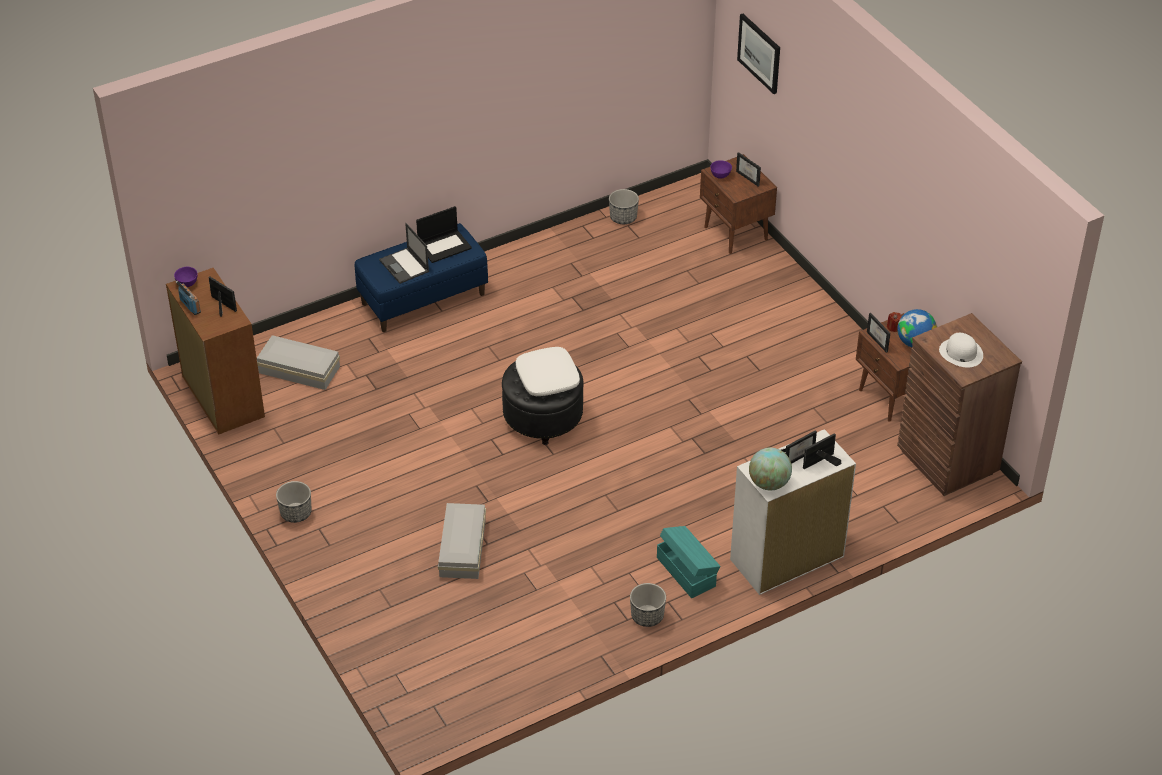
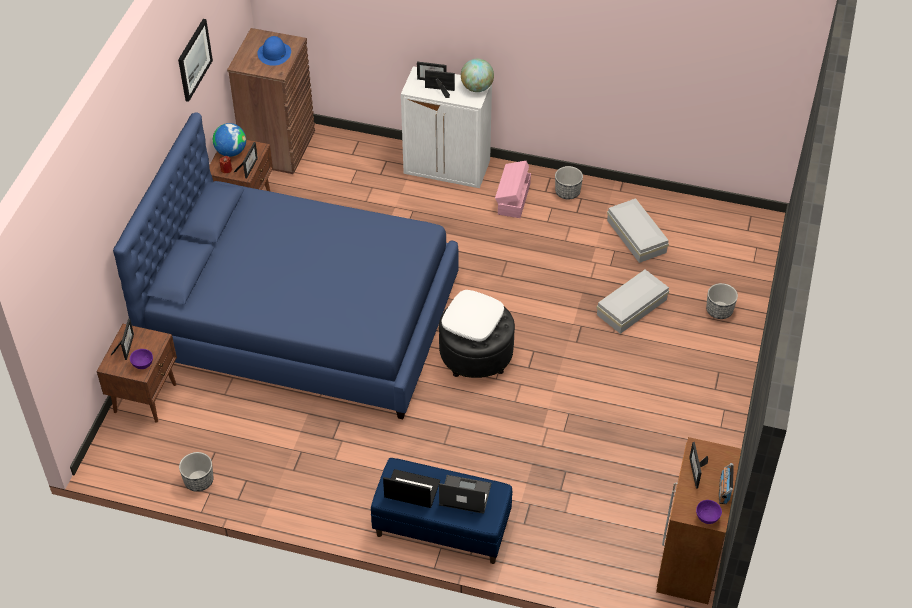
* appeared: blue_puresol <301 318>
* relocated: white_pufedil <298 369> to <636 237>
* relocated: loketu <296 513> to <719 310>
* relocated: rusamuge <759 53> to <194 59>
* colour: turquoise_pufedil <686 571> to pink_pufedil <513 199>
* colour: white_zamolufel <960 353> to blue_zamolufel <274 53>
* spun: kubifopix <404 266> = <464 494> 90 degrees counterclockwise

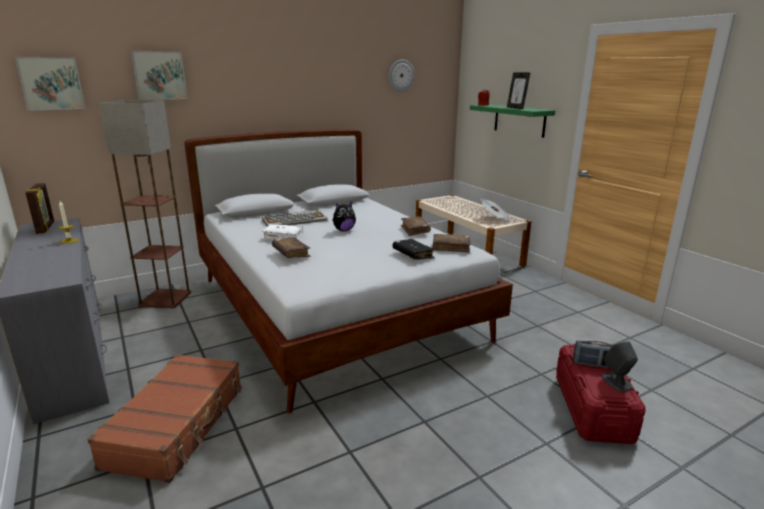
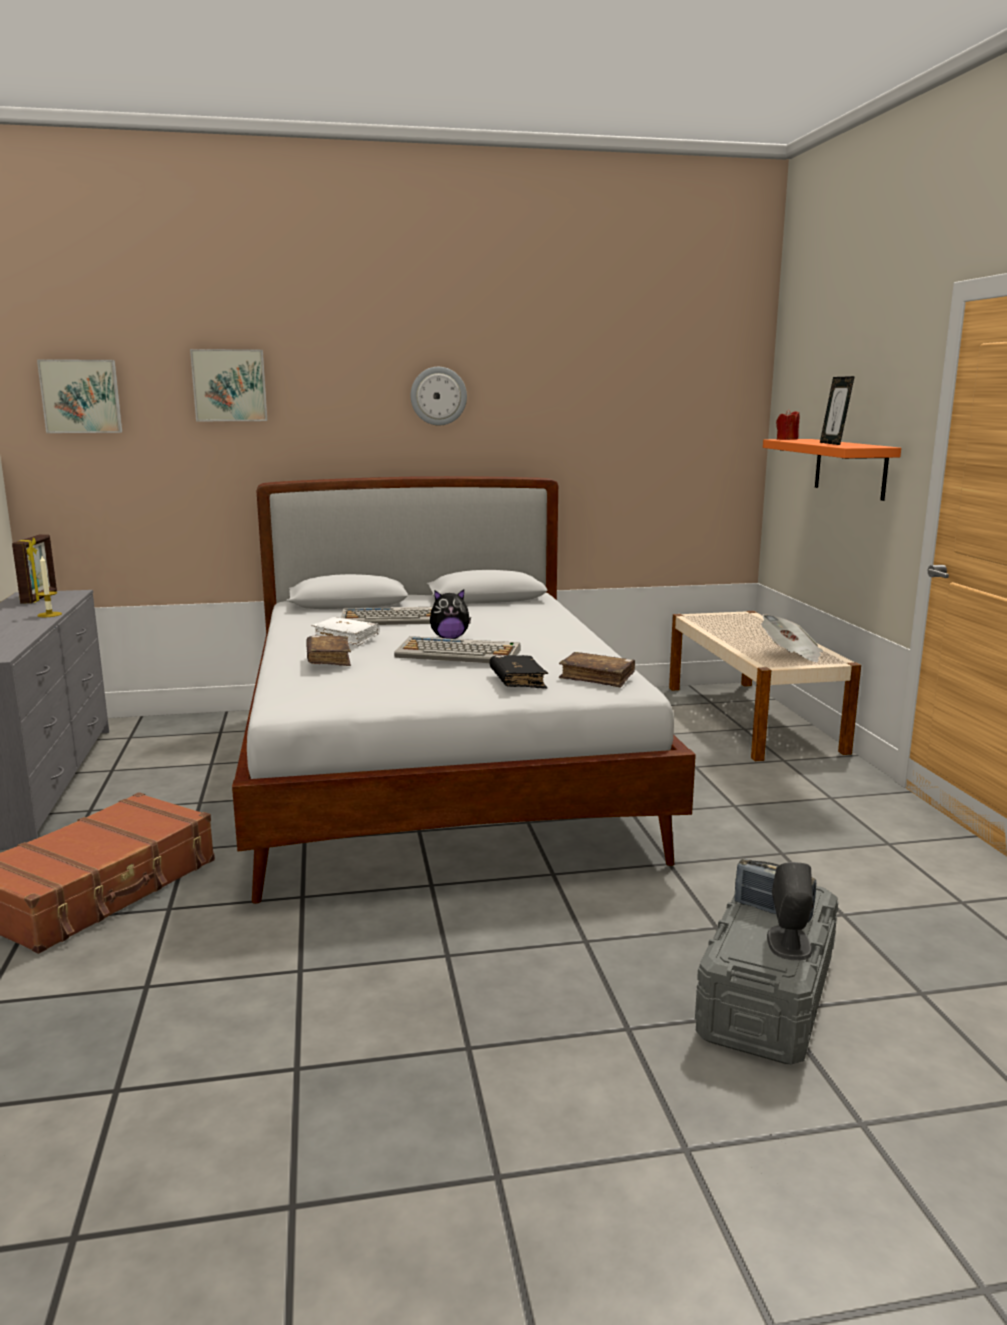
* missing: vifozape <166 299>
* missing: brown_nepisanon <415 230>
* appeared: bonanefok <459 653>
* relocated: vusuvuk <401 75> to <438 396>
* colour: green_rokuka <519 120> to orange_rokuka <850 468>
* colour: red_pufedil <592 408> to grey_pufedil <767 997>

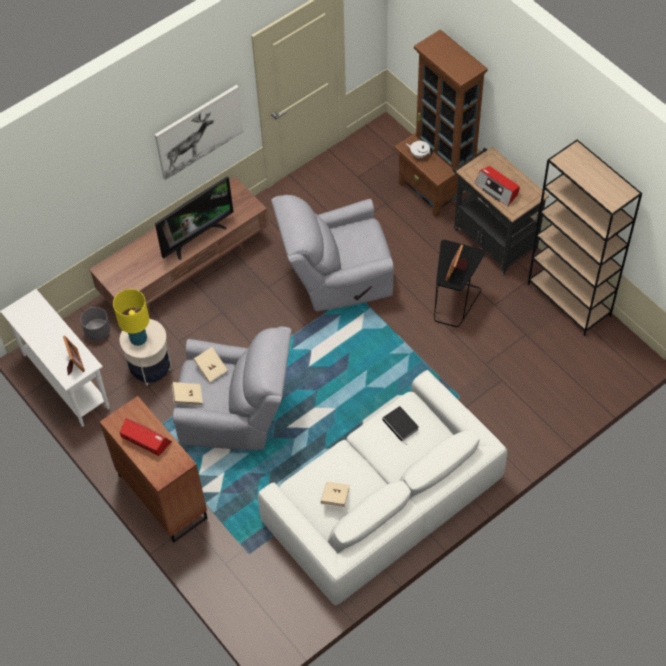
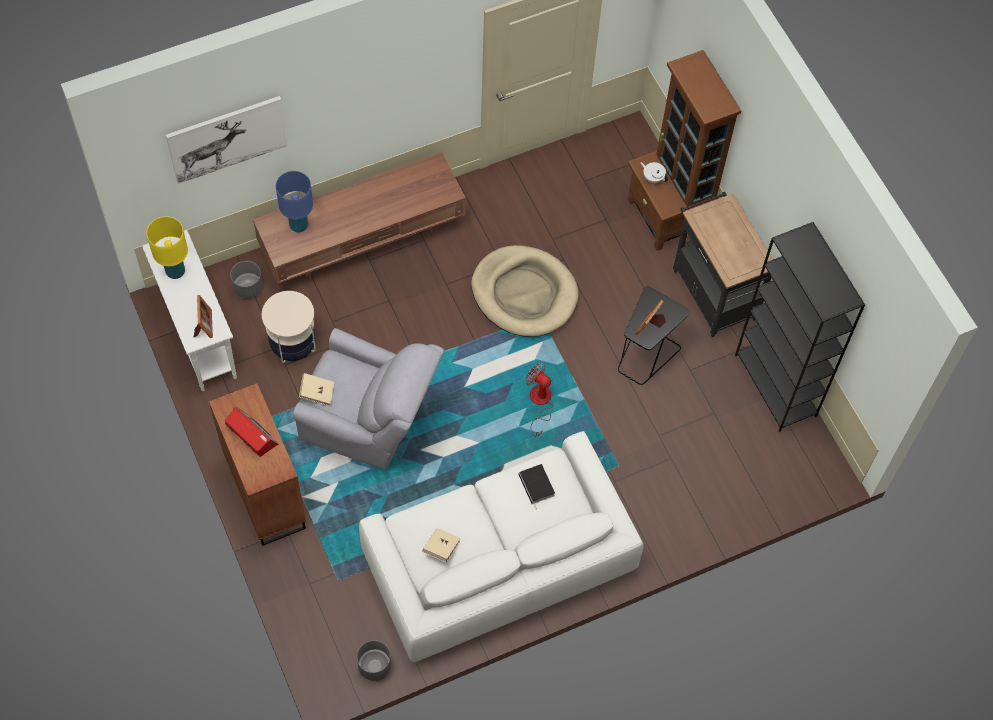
* missing: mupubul <196 237>
* missing: beige_nepisanon <211 368>
* missing: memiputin <497 189>
* appeared: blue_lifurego <299 225>
* appeared: grey_loketu <374 666>
* appeared: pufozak <539 403>
* relocated: yellow_lifurego <138 339> to <175 271>
* relocated: rusamuge <199 131> to <227 138>
* exchanged: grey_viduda <336 278> to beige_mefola <524 294>
* colour: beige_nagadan <569 300> to black_nagadan <776 386>

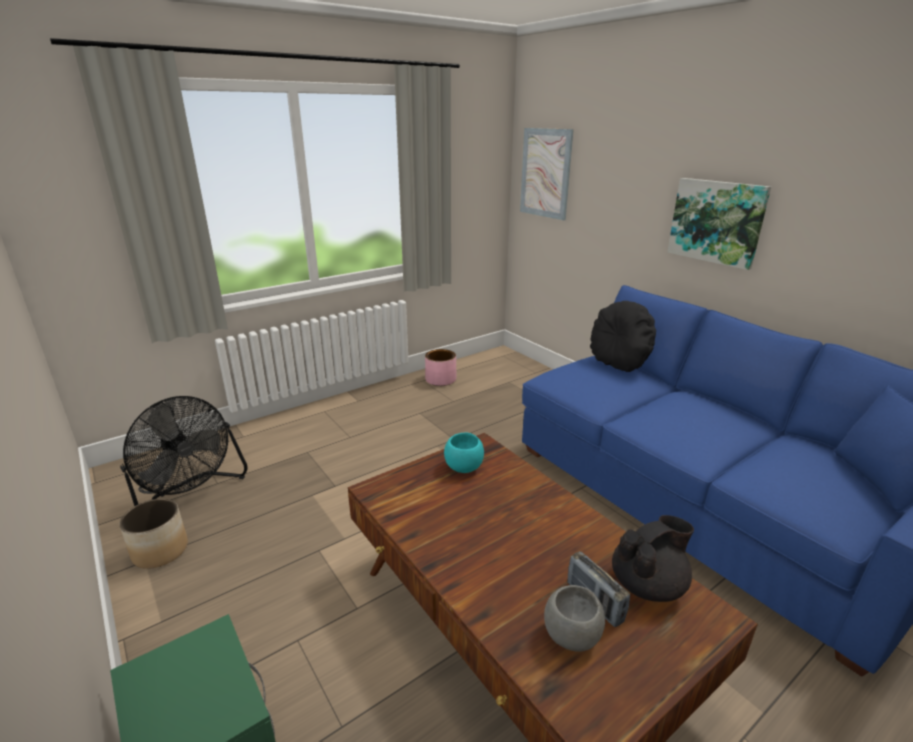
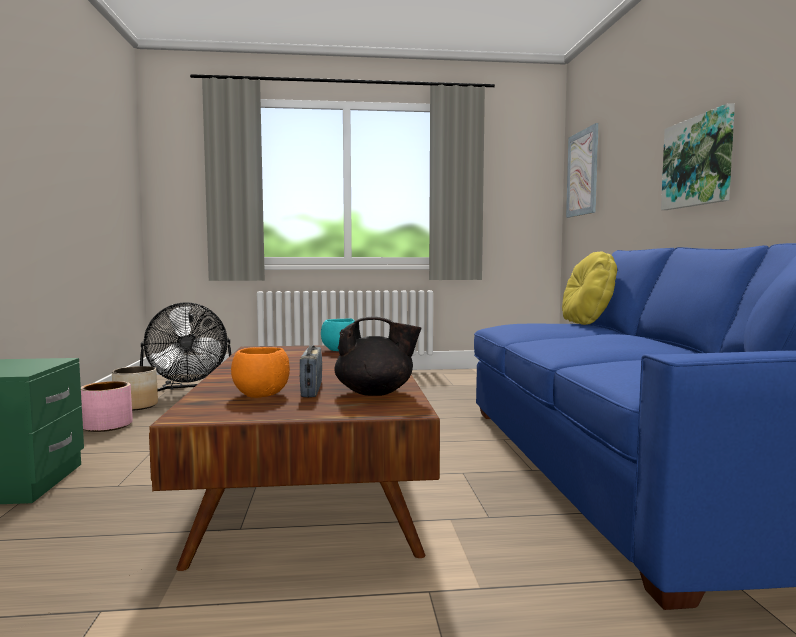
* relocated: pink_loketu <440 380> to <107 426>
* colour: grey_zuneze <570 636> to orange_zuneze <260 395>
* colour: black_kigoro <618 364> to yellow_kigoro <587 324>

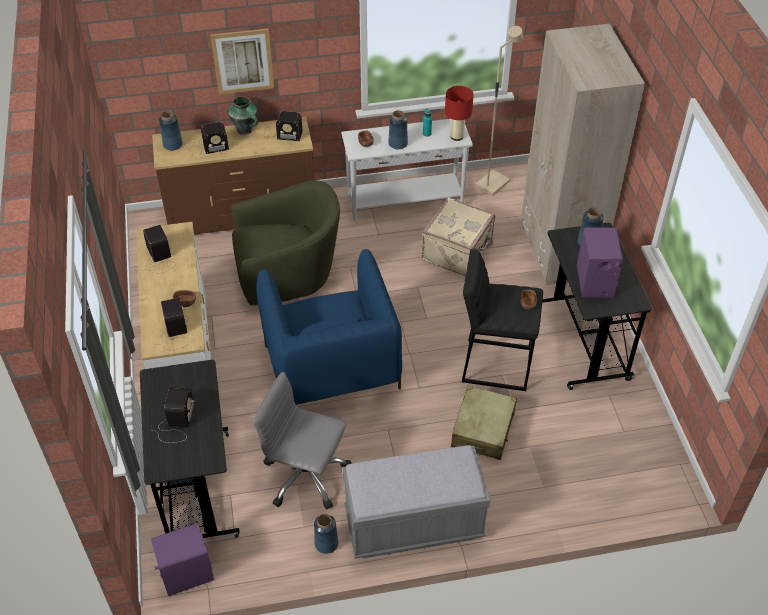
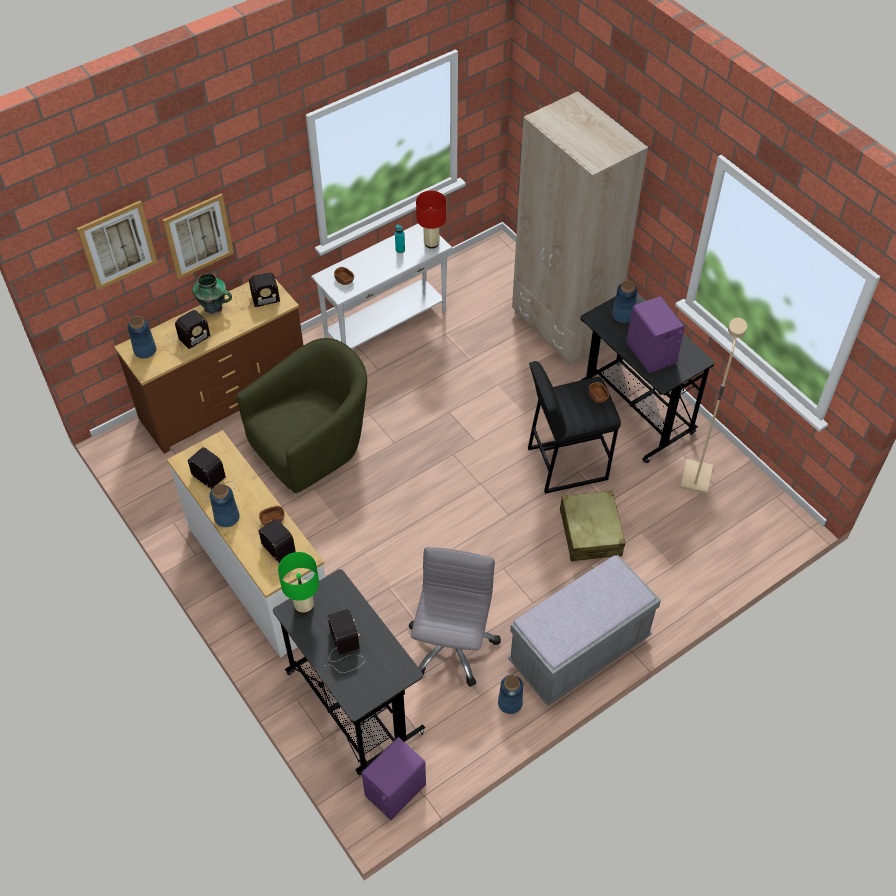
* missing: blue_viduda <331 366>
* missing: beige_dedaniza <458 252>
* appeared: rusamuge <117 245>
* appeared: green_lifurego <304 606>
* relocated: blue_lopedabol <398 144> to <227 517>
* relocated: beige_vifozape <492 183> to <695 477>
* spun: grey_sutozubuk <305 475> = <451 645> 105 degrees clockwise

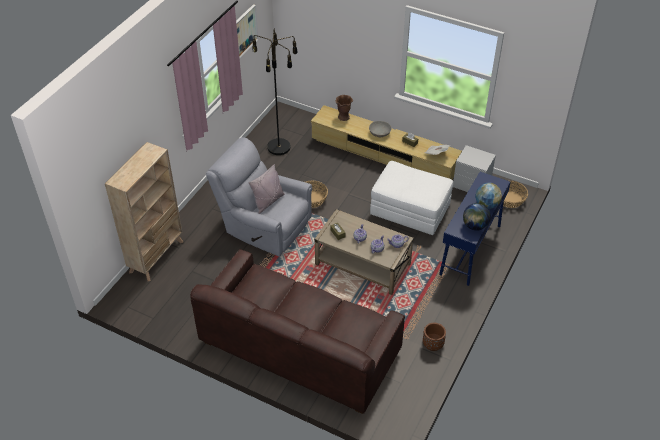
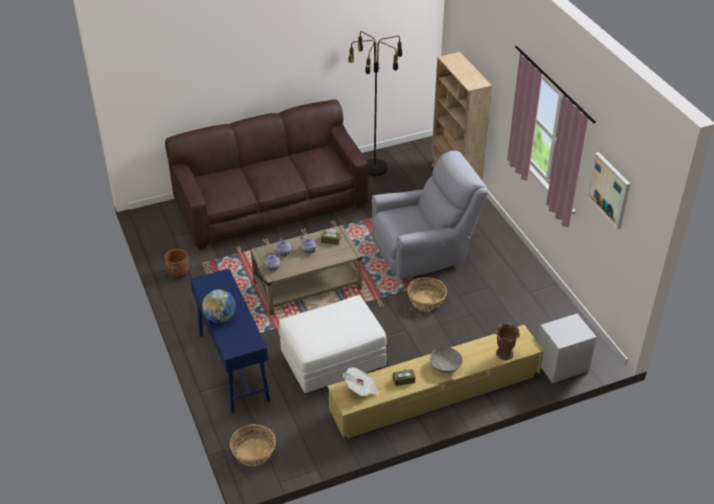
* missing: purple_kigoro <268 202>
* missing: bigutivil <475 226>
* relocated: vifozape <279 147> to <374 168>
* relocated: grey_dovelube <471 184> to <561 365>

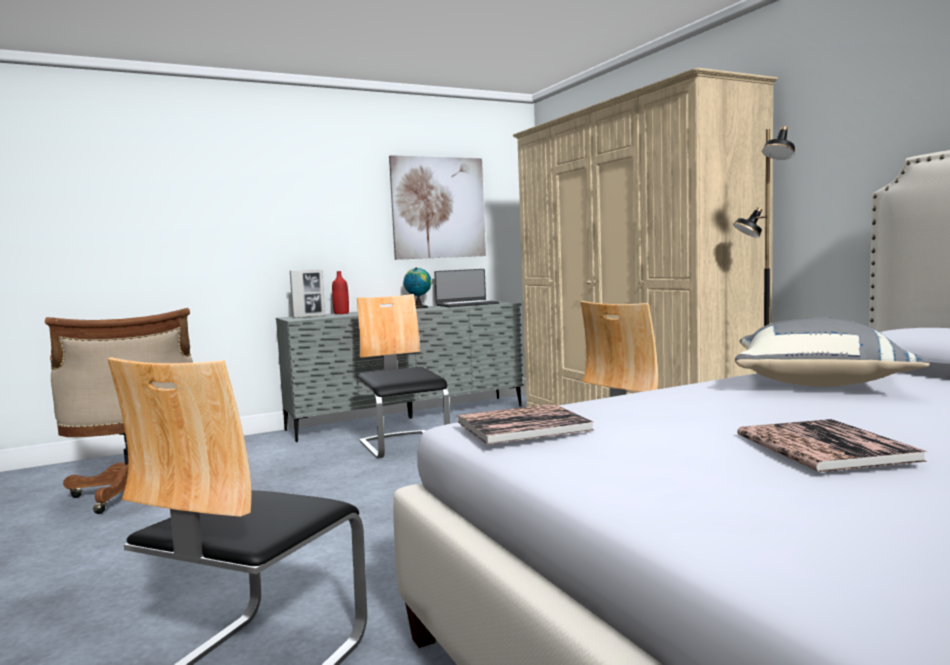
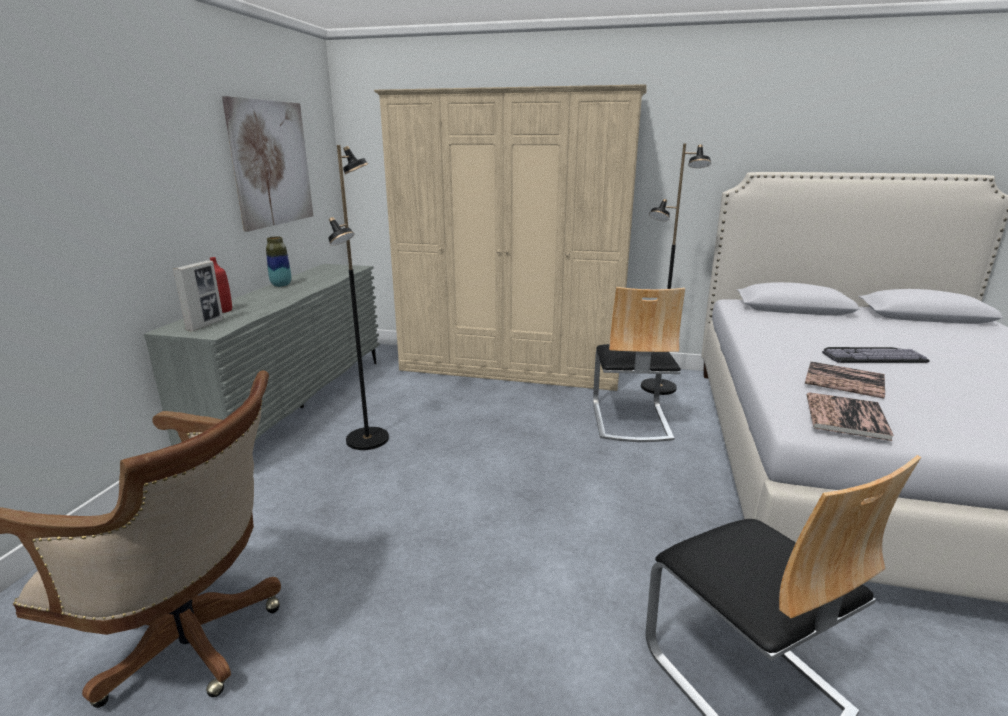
* missing: kubifopix <467 304>
* missing: grey_kigoro <819 383>
* appeared: bonanefok <871 355>
* relocated: nepisanon <824 447> to <844 381>
* exchanged: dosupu <404 445> to black_vifozape <368 439>
* exchanged: bigutivil <418 307> to lopedabol <281 285>

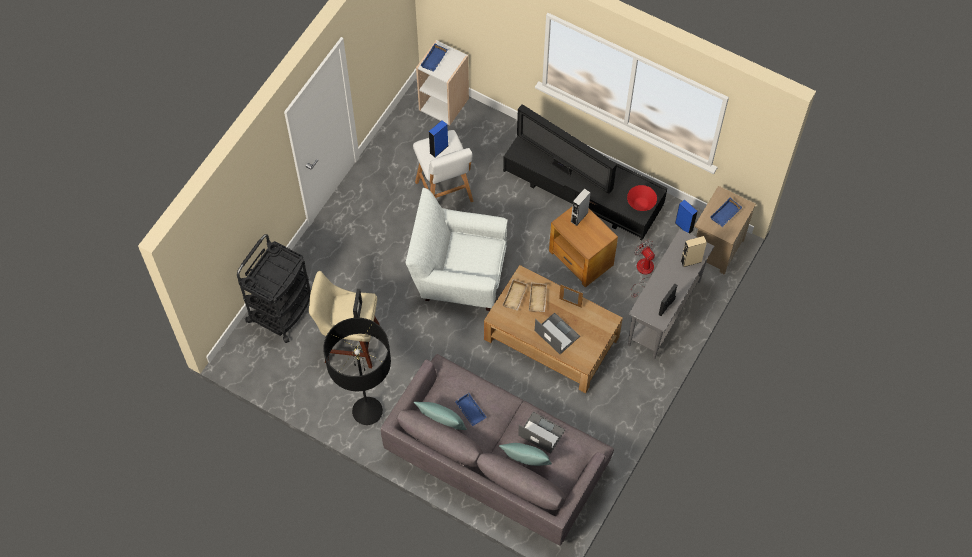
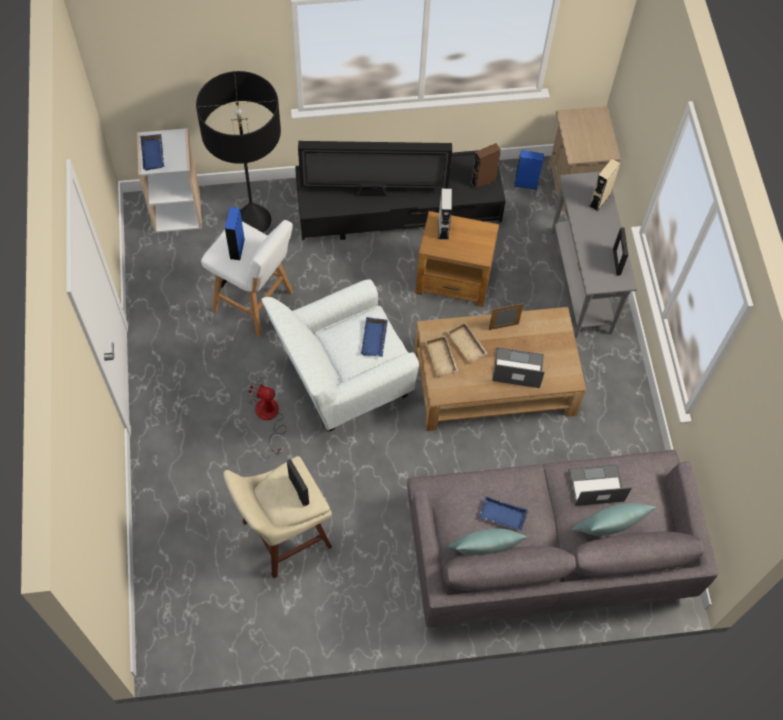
* missing: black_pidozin <282 311>
* relocated: black_vifozape <367 412> to <253 222>
* relocated: pufozak <643 272> to <269 417>
* relocated: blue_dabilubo <725 215> to <375 340>
* exchanged: red_zuneze <641 204> to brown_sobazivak <483 181>

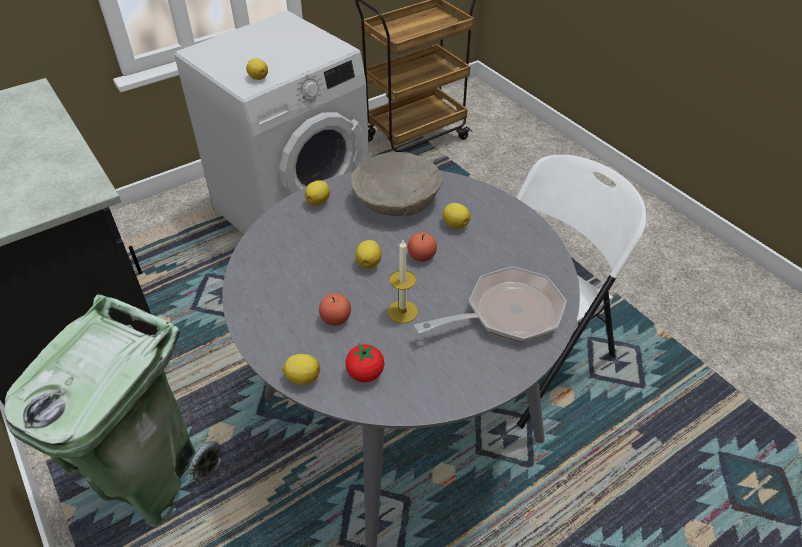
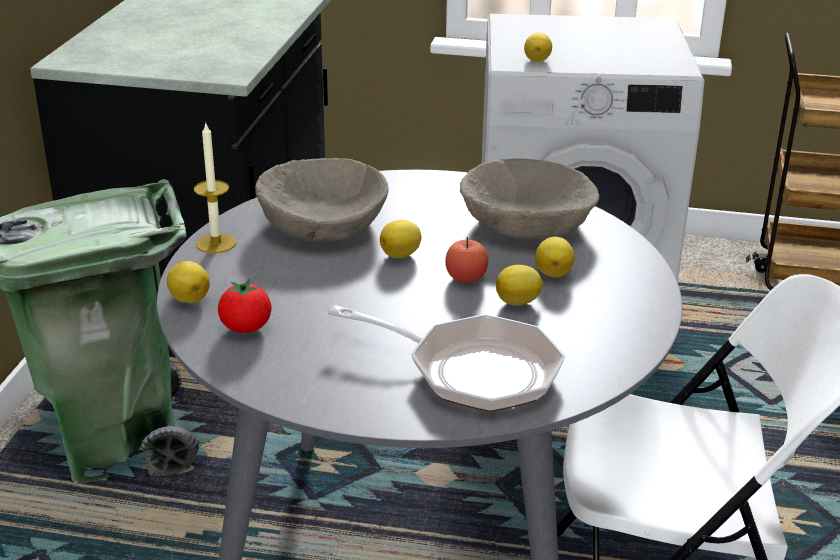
* missing: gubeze <336 318>
* appeared: beige_zuneze <322 222>
* relocated: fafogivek <319 202> to <519 302>
* relocated: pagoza <402 311> to <216 243>

